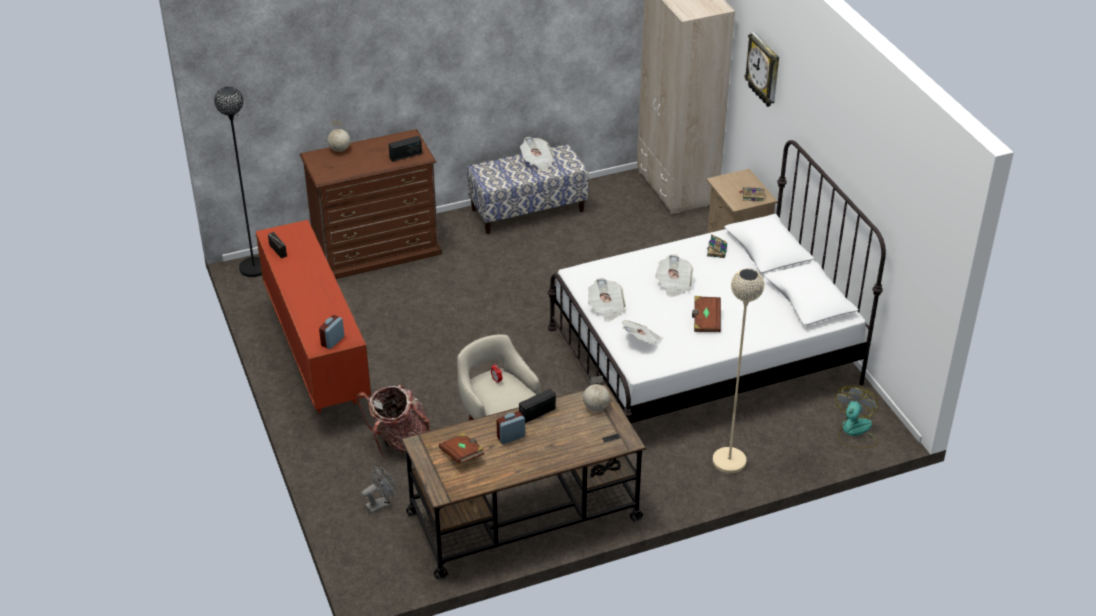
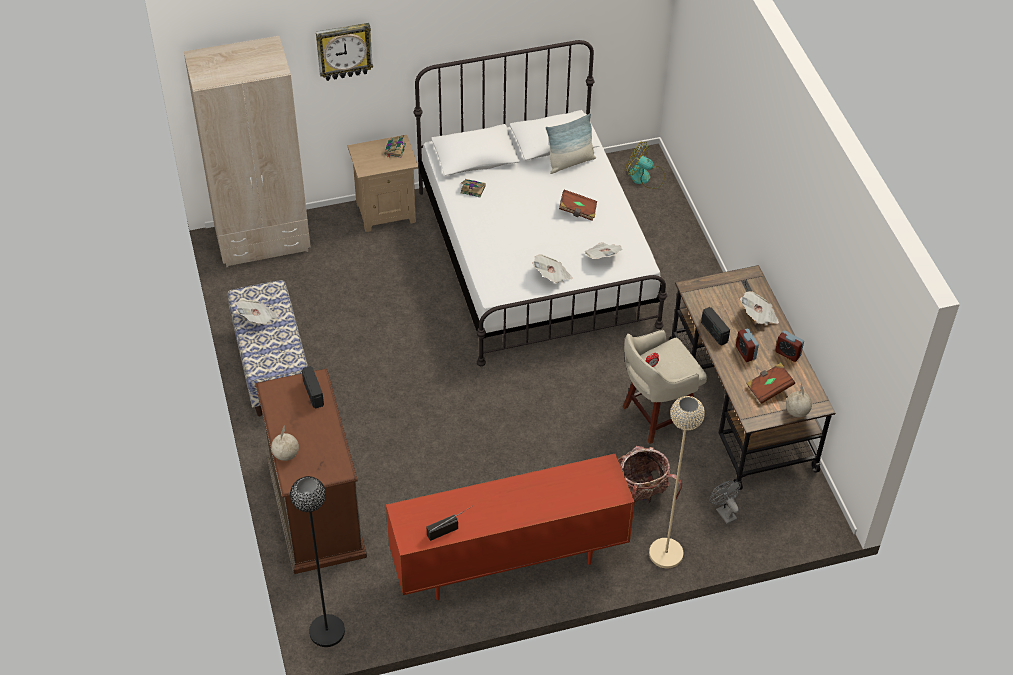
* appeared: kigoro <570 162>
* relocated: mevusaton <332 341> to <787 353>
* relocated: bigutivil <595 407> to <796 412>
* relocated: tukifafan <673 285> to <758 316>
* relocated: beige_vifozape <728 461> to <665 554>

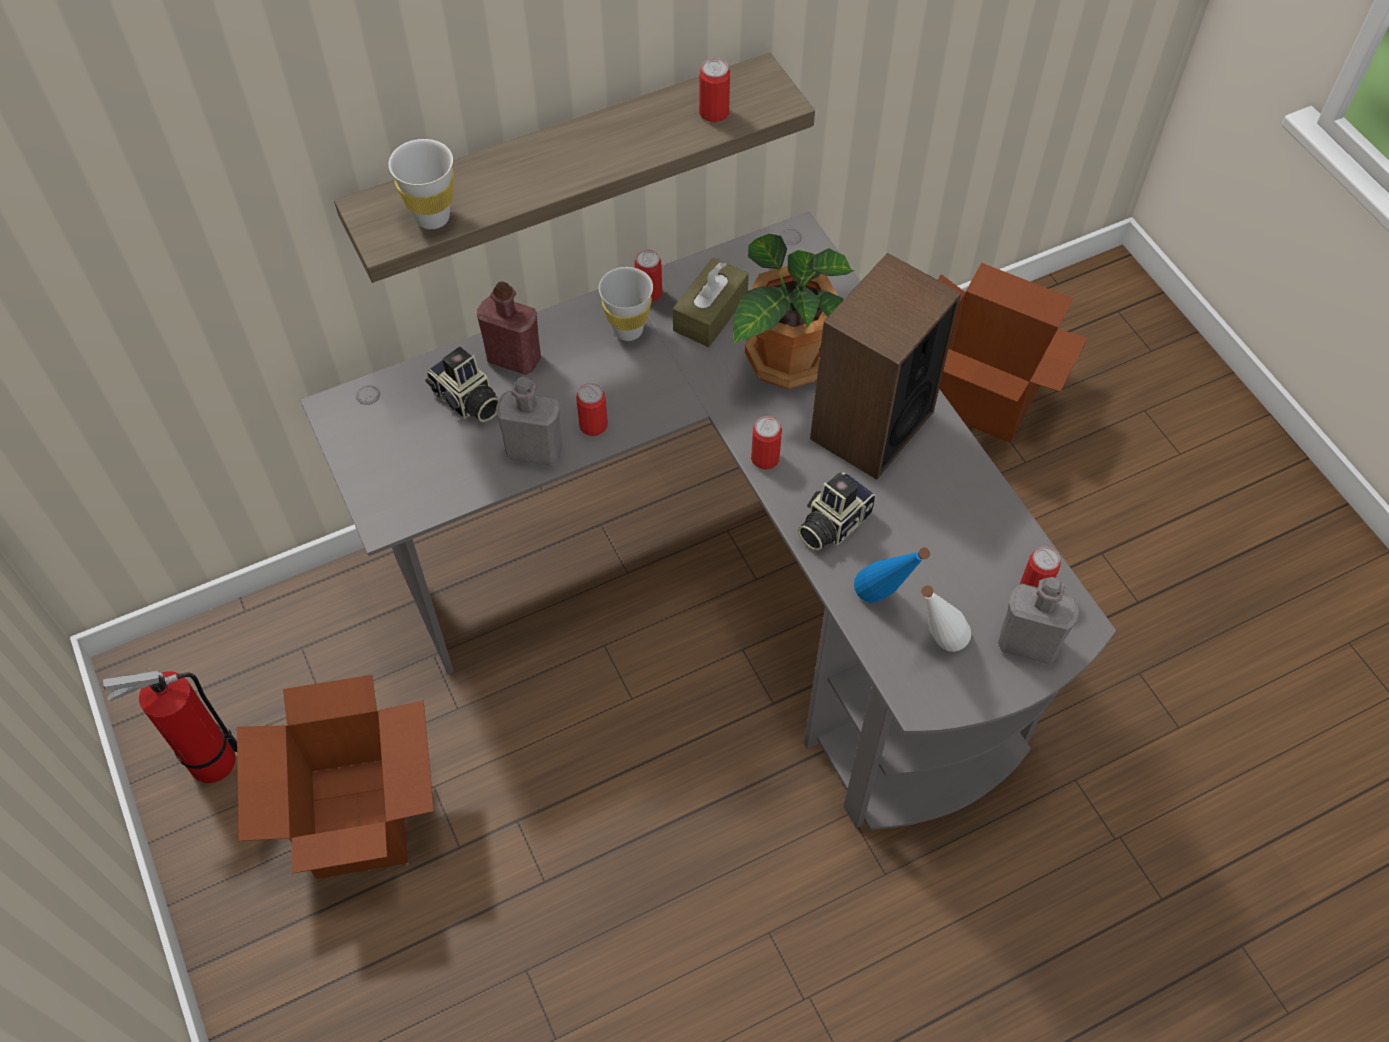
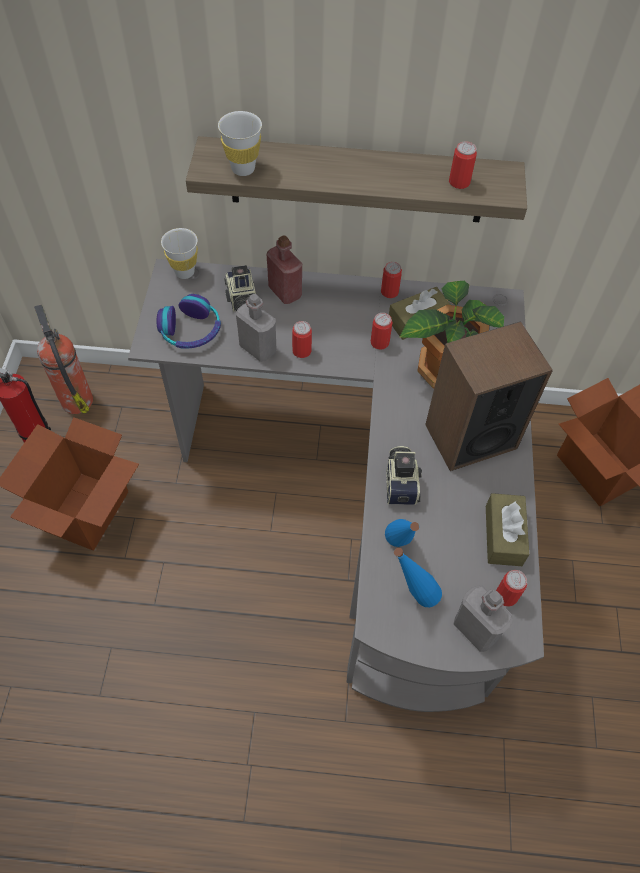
* appeared: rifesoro <76 399>
* appeared: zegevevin <191 330>
* appeared: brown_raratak <503 535>
* relocated: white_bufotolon <628 330> to <184 272>
* relocated: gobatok <765 458> to <379 342>
* colour: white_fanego <934 647> to blue_fanego <411 596>
* spun: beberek <831 523> = <401 482> 105 degrees clockwise

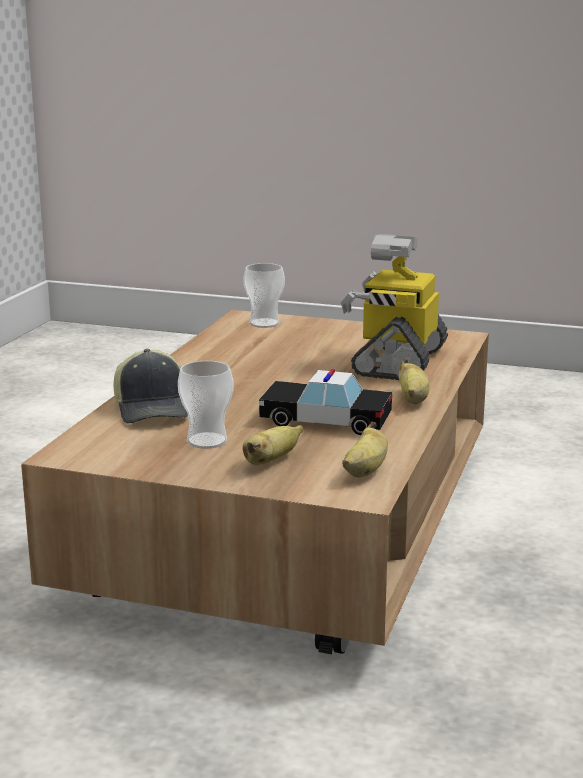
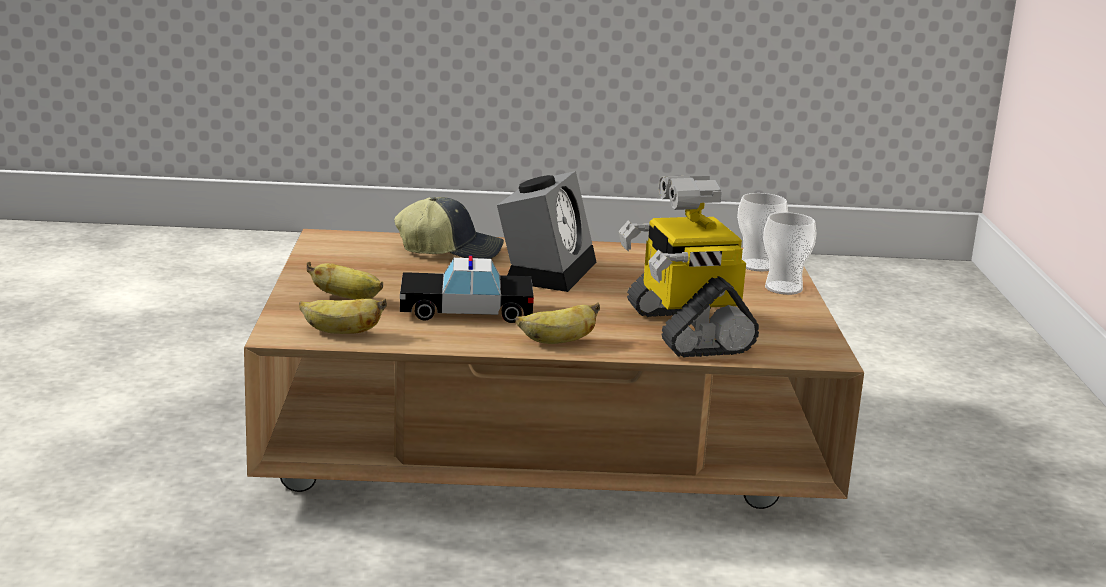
* appeared: mevusaton <547 270>
* relocated: bufotolon <207 441> to <783 288>
* spun: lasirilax <154 408> = <450 250> 150 degrees counterclockwise
* spun: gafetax <325 420> = <466 310> 90 degrees counterclockwise
* spun: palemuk <397 361> = <685 329> 105 degrees counterclockwise

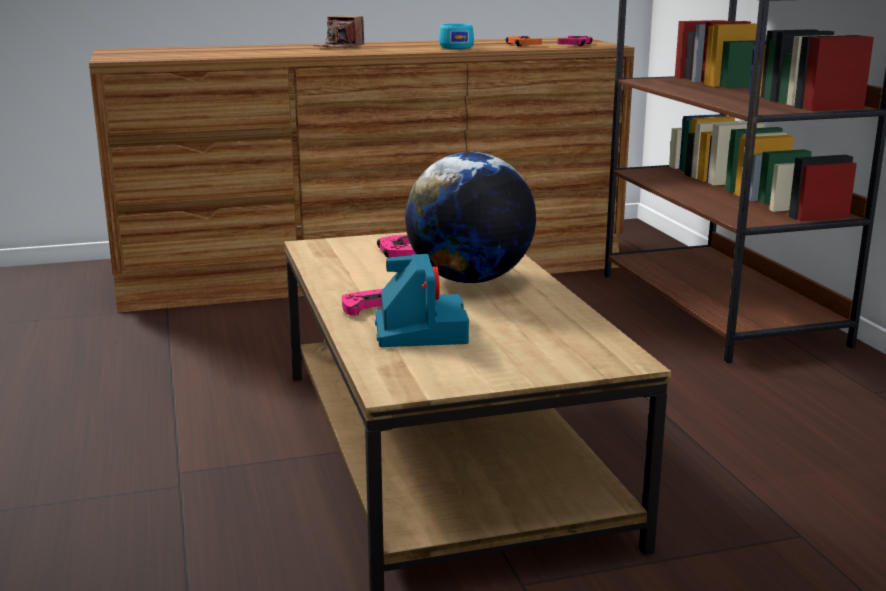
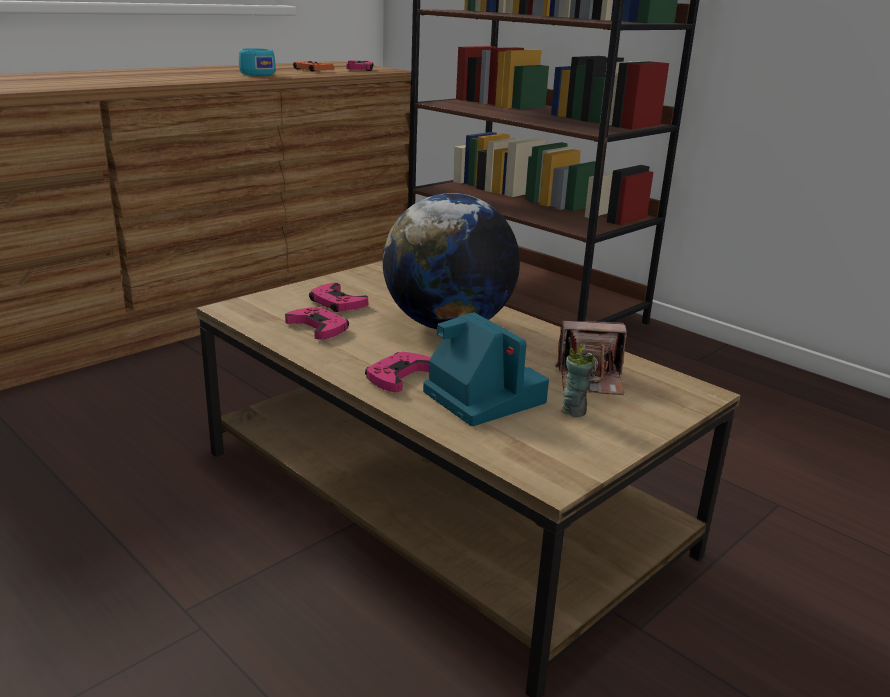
* appeared: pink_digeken <318 328>
* appeared: bufotolon <574 411>
* relocated: beberek <338 47> to <591 380>

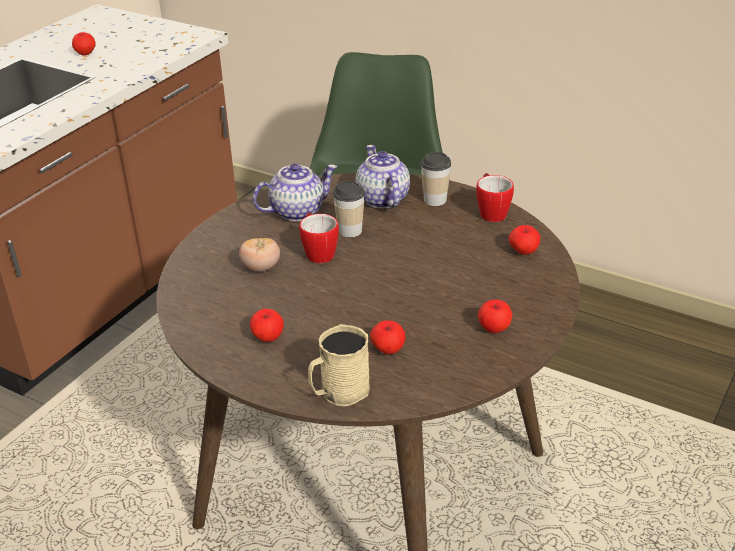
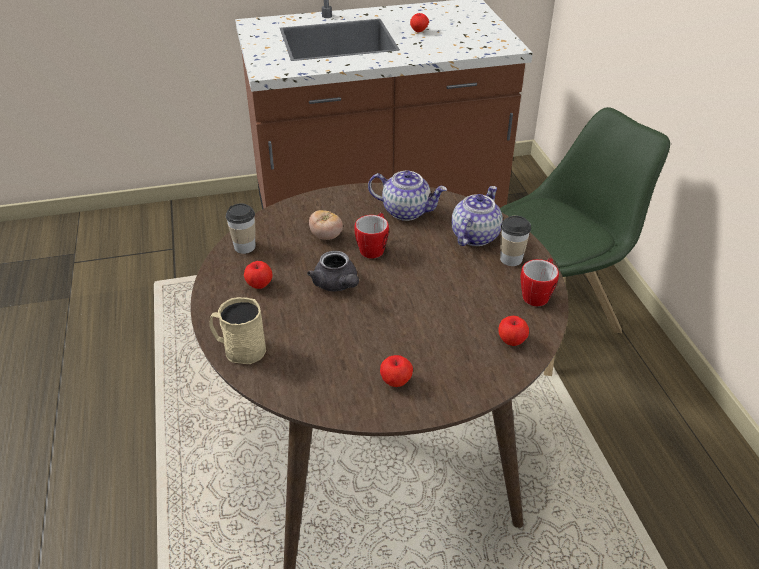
* missing: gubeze <388 350>
* appeared: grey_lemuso <337 285>
* relocated: bufotolon <350 230> to <245 247>

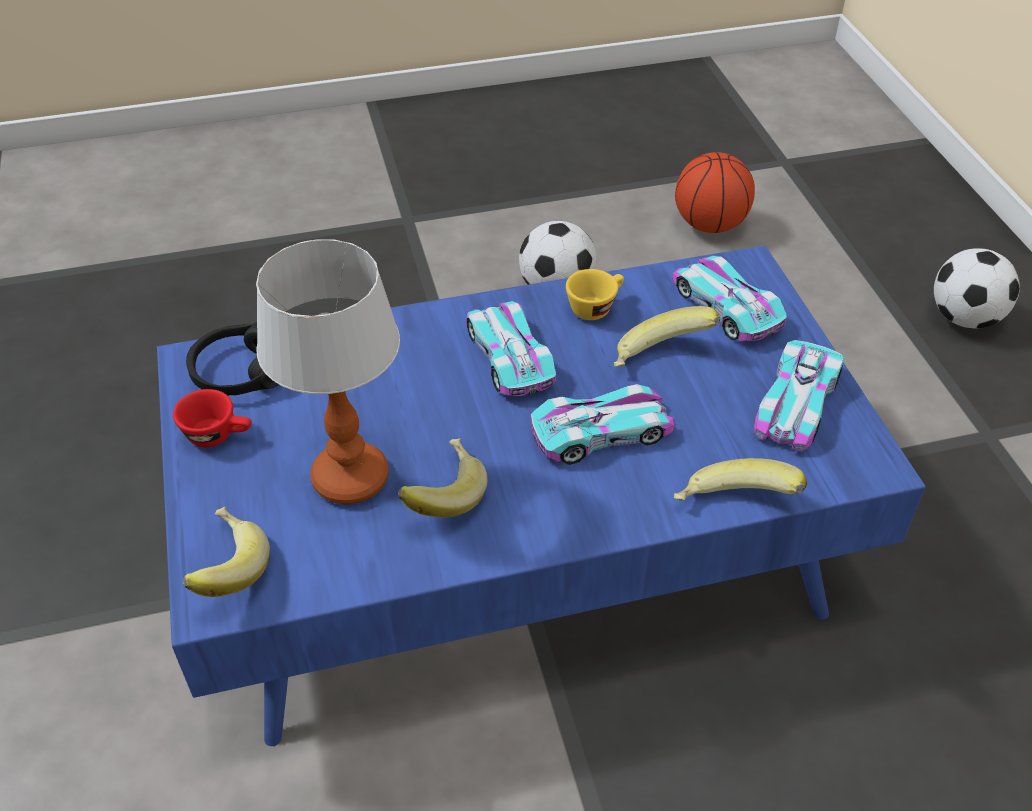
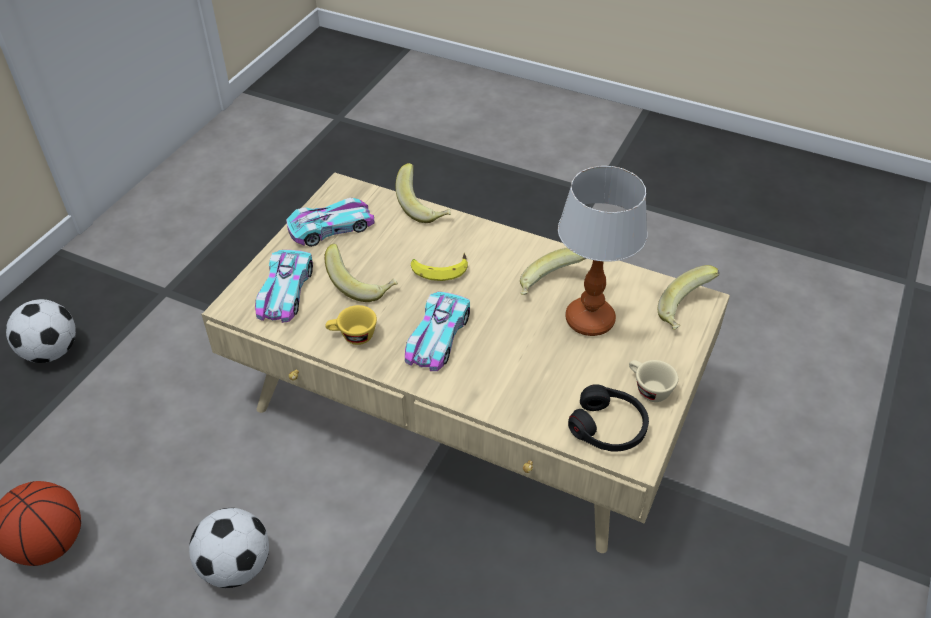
* exchanged: gafetax <602 432> to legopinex <439 269>
* colour: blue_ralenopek <516 543> to beige_ralenopek <467 398>
* colour: red_bufotolon <218 435> to beige_bufotolon <648 389>

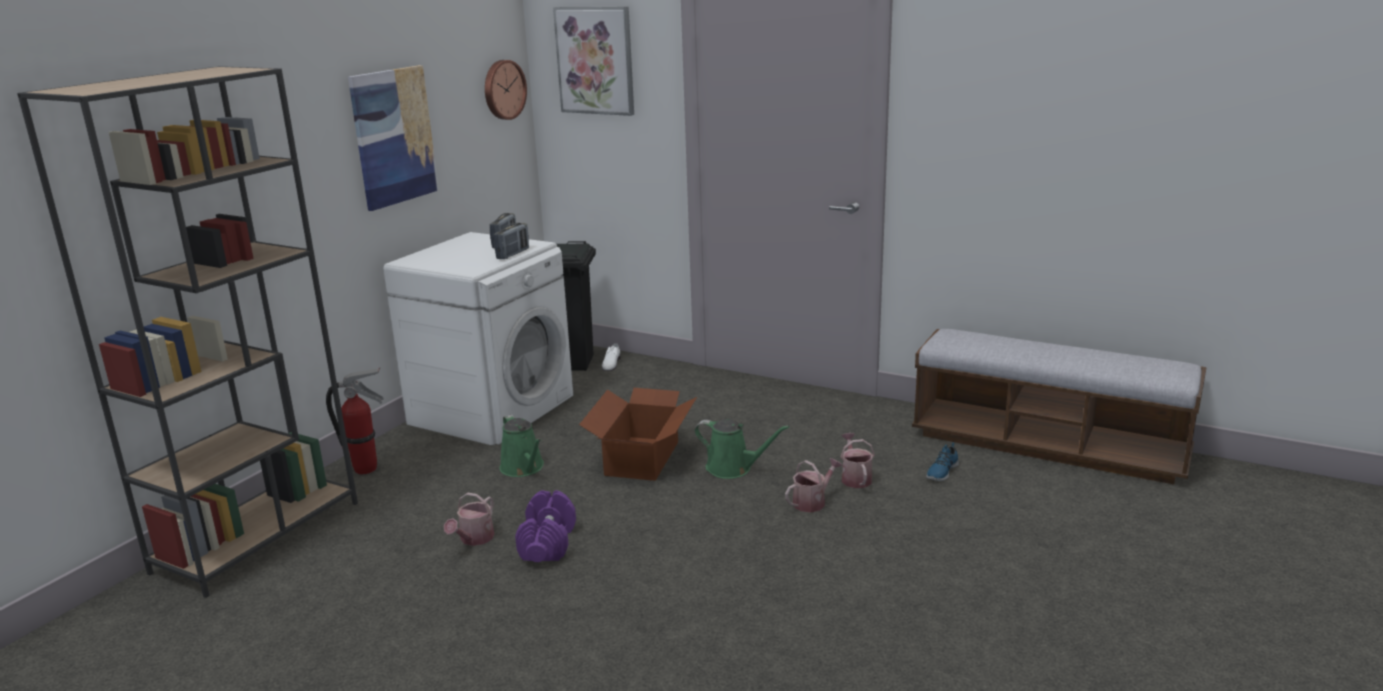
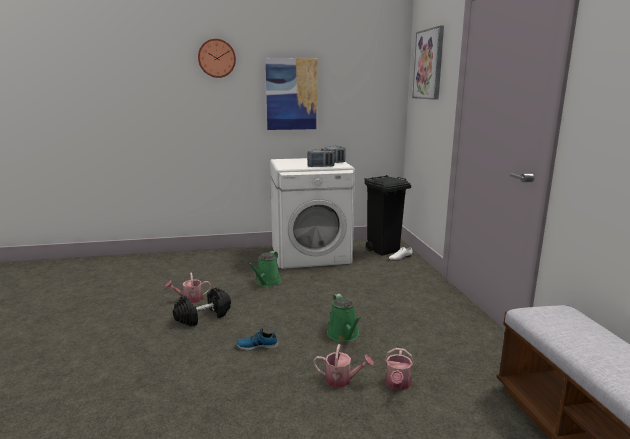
* missing: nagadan <258 536>
* missing: rifesoro <366 469>
* missing: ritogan <643 458>
* relocated: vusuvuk <503 89> to <217 58>
* relocated: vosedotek <941 471> to <257 345>
* colour: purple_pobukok <548 543> to black_pobukok <203 317>
* spun: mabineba <855 478> = <397 384> 150 degrees clockwise

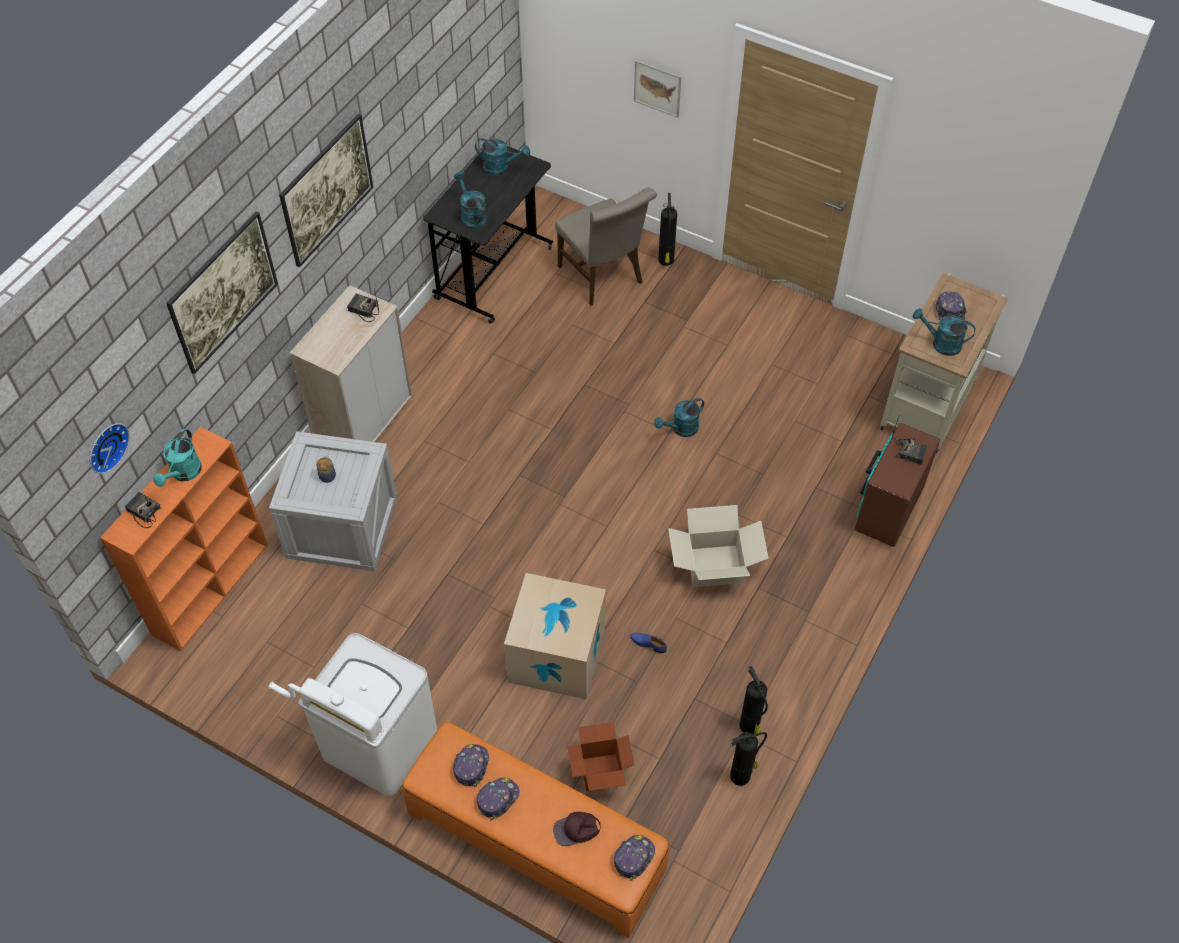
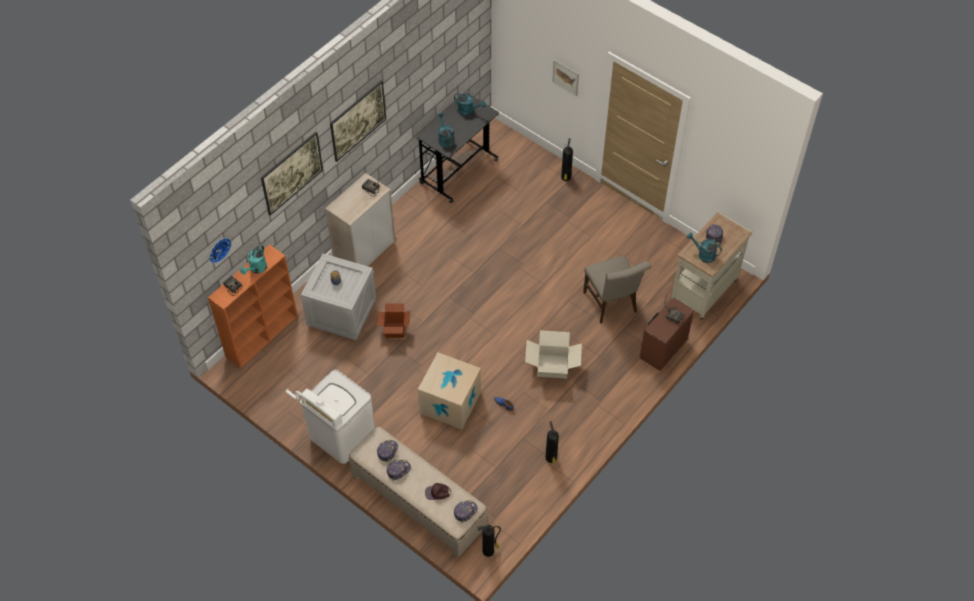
* missing: turquoise_mabineba <681 429>
* relocated: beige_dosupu <603 277> to <612 304>
* relocated: ritogan <601 772> to <395 330>
* relocated: rifesoro <741 776> to <489 551>
* colour: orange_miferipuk <534 841> to beige_miferipuk <417 500>

